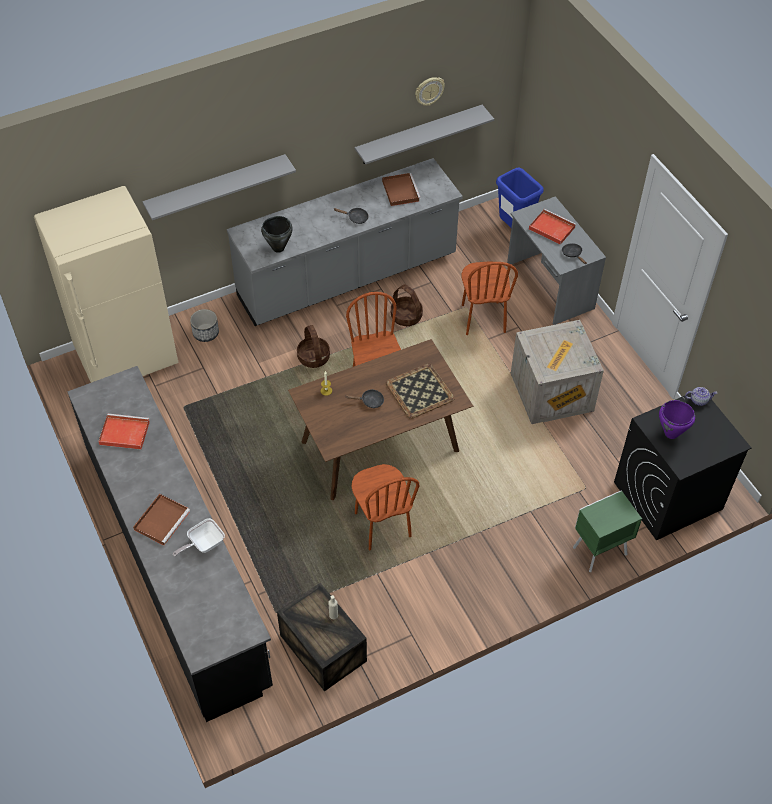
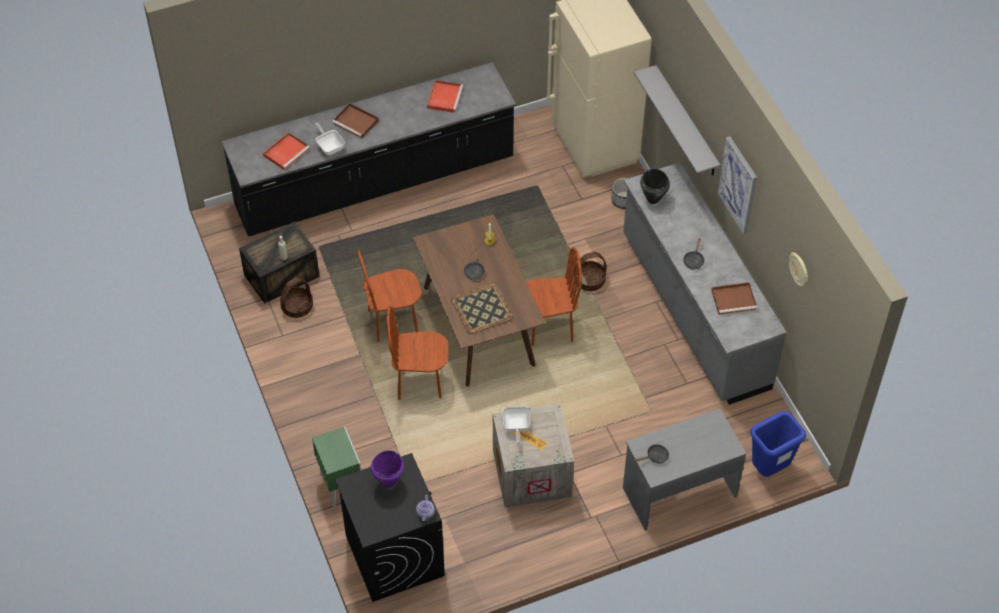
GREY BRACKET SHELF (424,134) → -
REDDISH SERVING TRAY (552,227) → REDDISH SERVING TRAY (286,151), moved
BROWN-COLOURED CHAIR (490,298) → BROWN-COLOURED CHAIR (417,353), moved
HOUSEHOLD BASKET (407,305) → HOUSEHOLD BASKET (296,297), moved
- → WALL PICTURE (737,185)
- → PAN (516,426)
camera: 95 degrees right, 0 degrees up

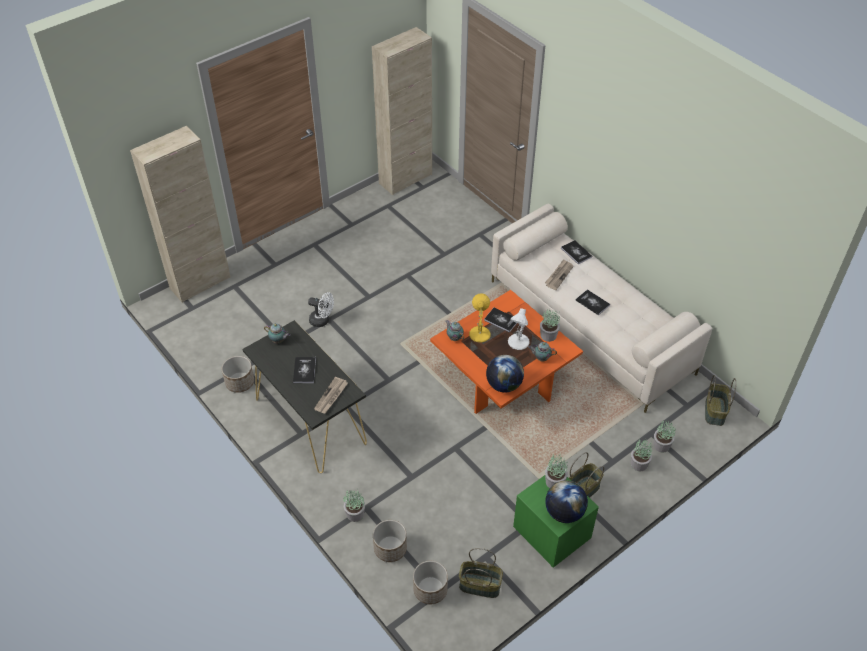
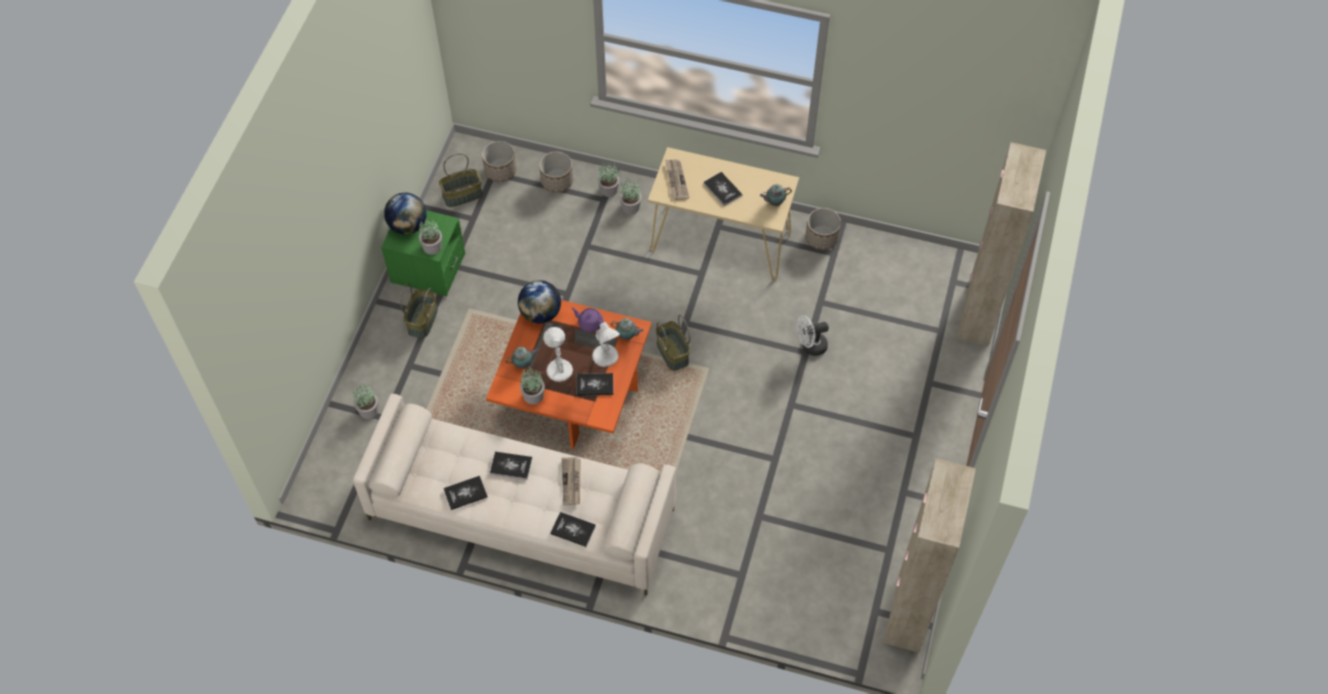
YELLOWISH TABLE LAMP (480,318) → WHITE TABLE LAMP (606,344)
BLACKISH NARROW TABLE (304,396) → SAND-COLOURED NARROW TABLE (723,214)
HOUSEHOLD BASKET (720,400) → HOUSEHOLD BASKET (673,343), moved
PLANT IN A POT (641,455) → PLANT IN A POT (631,196), moved
- → PURPLE-COLOURED TEA POT (587,320)
- → VOLUME (465,493)
camera: 145 degrees right, 10 degrees up

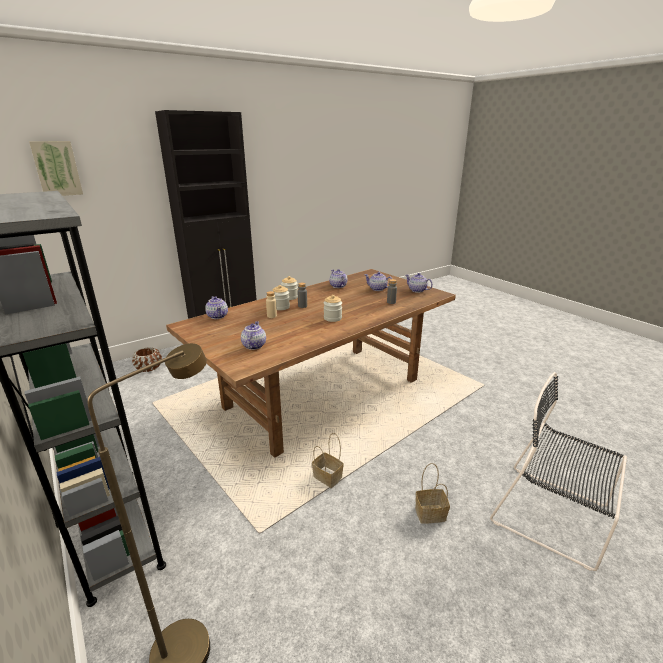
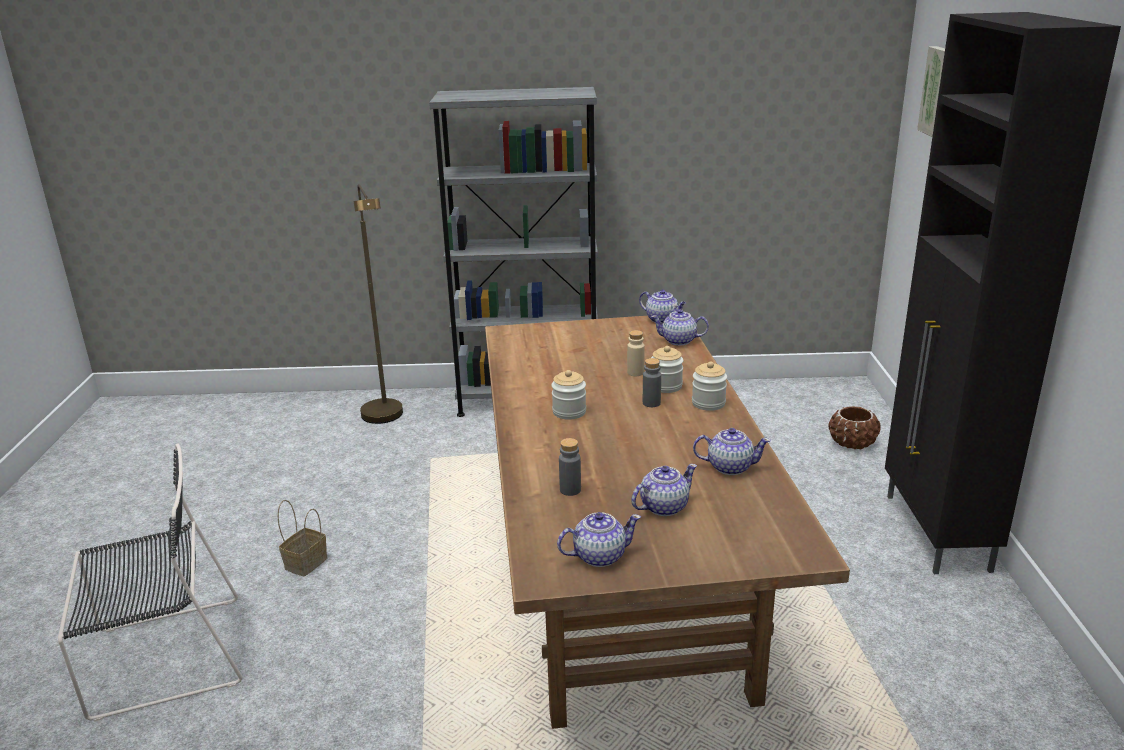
TEA POT (253,335) → TEA POT (662,306), moved
HOUSEHOLD BASKET (328,460) → -
camera: 125 degrees right, 0 degrees up

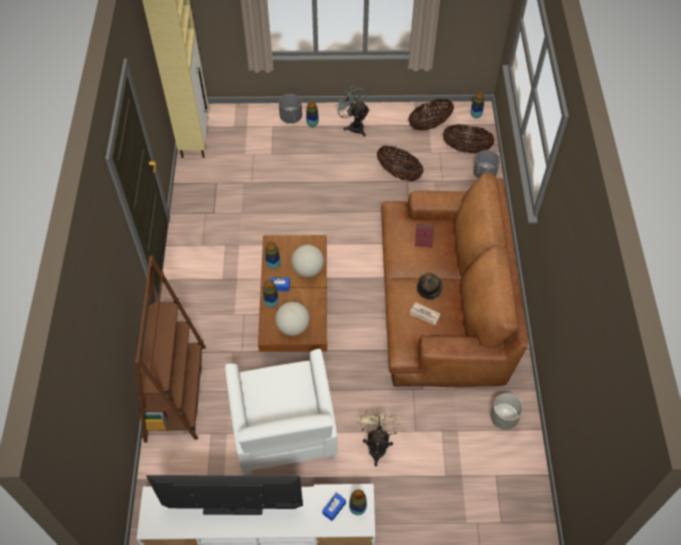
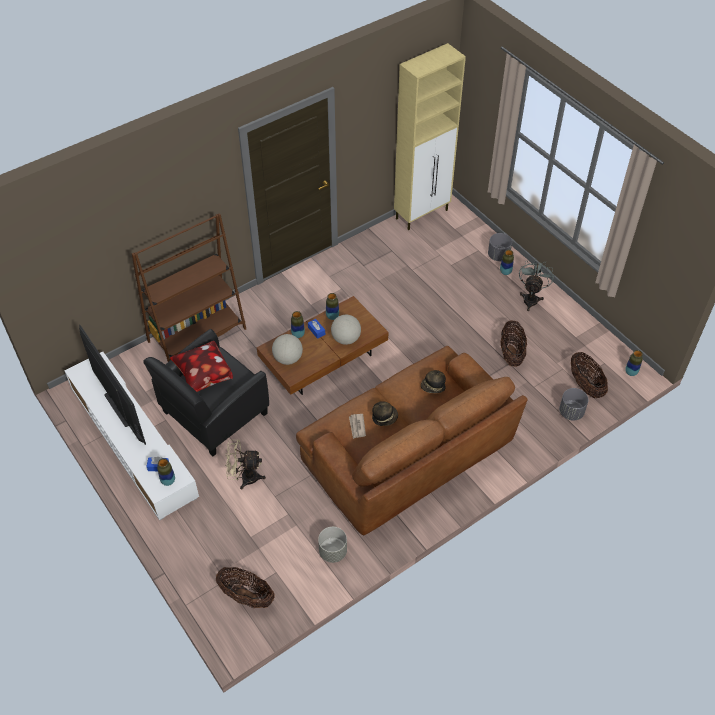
HOUSEHOLD BASKET (431,115) → HOUSEHOLD BASKET (245,587), moved
REDDISH VOLUME (424,236) → CLOTHING HAT (433,381)
WHITE ARMCHAIR (281,412) → BLACKISH ARMCHAIR (206,392)
SAND-COLOURED FAN (379,437) → SAND-COLOURED FAN (245,465), 150 degrees counterclockwise
- → CUSHION (201,366)
camera: 55 degrees right, 5 degrees down

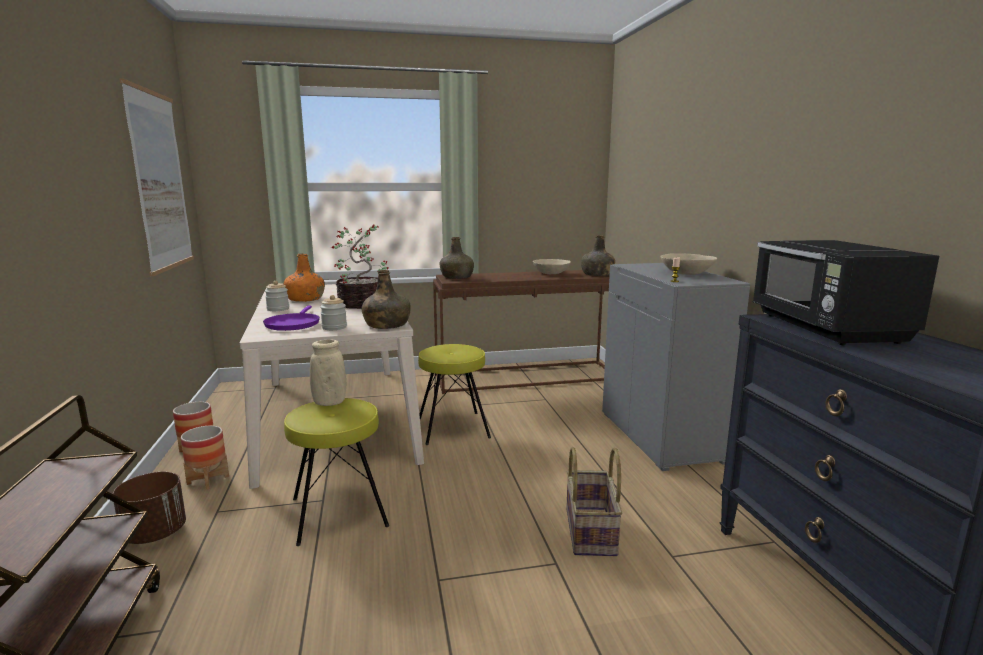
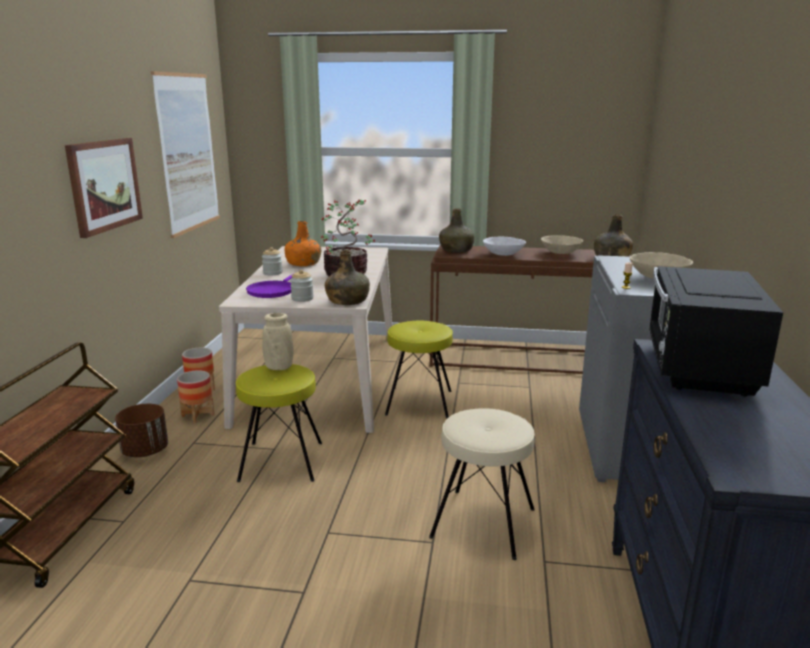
HOUSEHOLD BASKET (594,501) → SAND-COLOURED STOOL (482,484)
- → WALL PICTURE (104,188)
- → WHITE BOWL (504,246)
camera: 20 degrees right, 5 degrees up

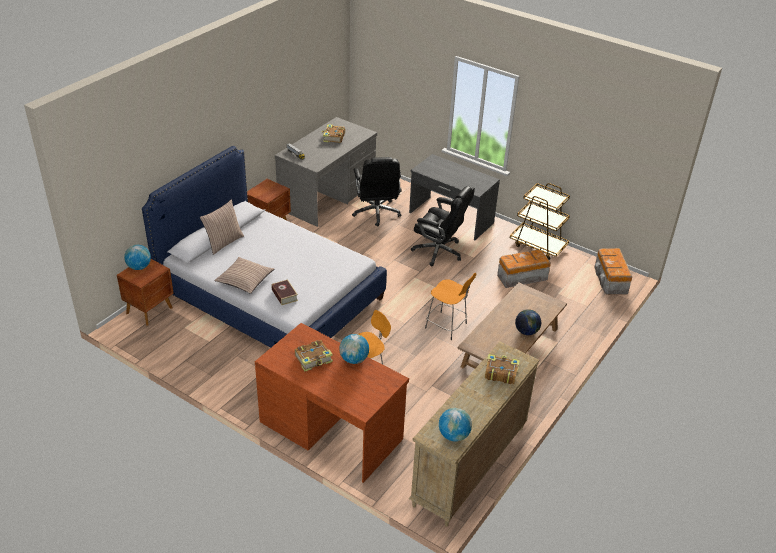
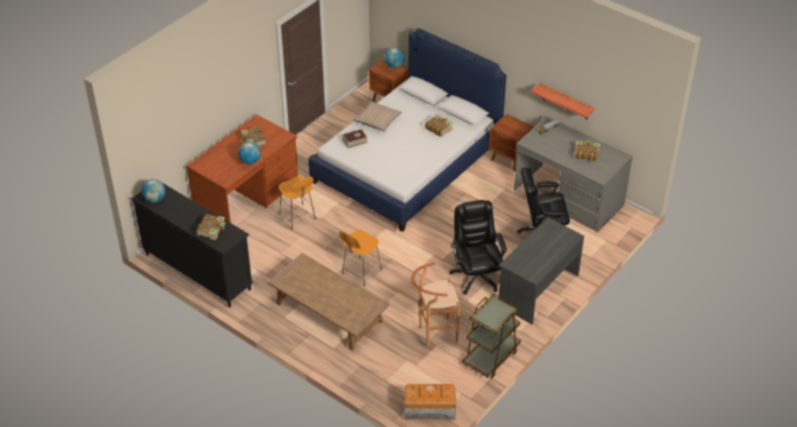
BLACKISH COMPUTER CHAIR (443,226) → BLACKISH COMPUTER CHAIR (478,247), 135 degrees clockwise
CUSHION (222,227) → -
STORAGE BIN (524,269) → BROWN-COLOURED STOOL (436,304)
WORLD GLOBE (528,322) → -
SAND-COLOURED DRAWER CHEST (474,434) → BLACKISH DRAWER CHEST (192,245)
- → BRACKET SHELF (563,101)
- → VOLUME (439,125)
camera: 95 degrees right, 5 degrees up

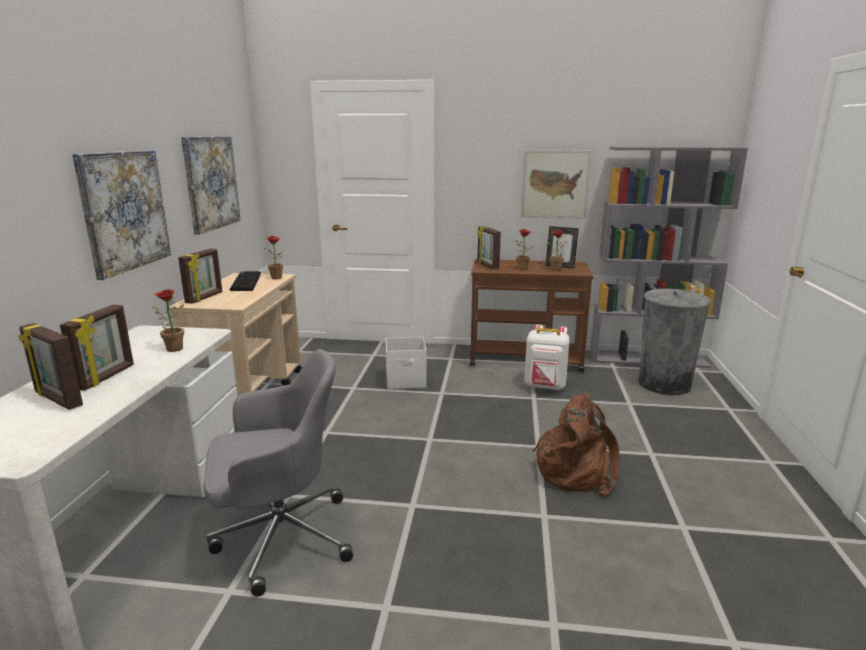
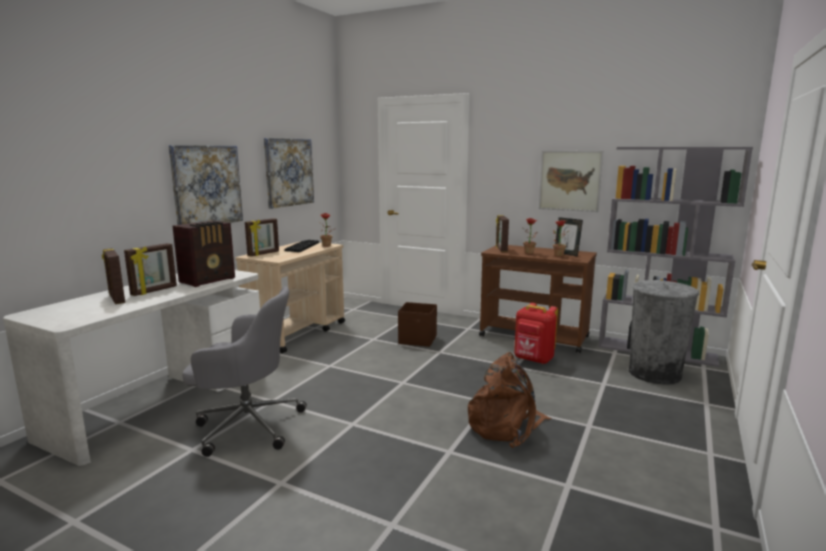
PLANT IN A POT (168,320) → RADIO (204,254)
WHITE KNAPSACK (547,357) → REDDISH KNAPSACK (536,333)
WHITE STORAGE BIN (406,363) → BROWN-COLOURED STORAGE BIN (417,324)
camera: 20 degrees right, 5 degrees down

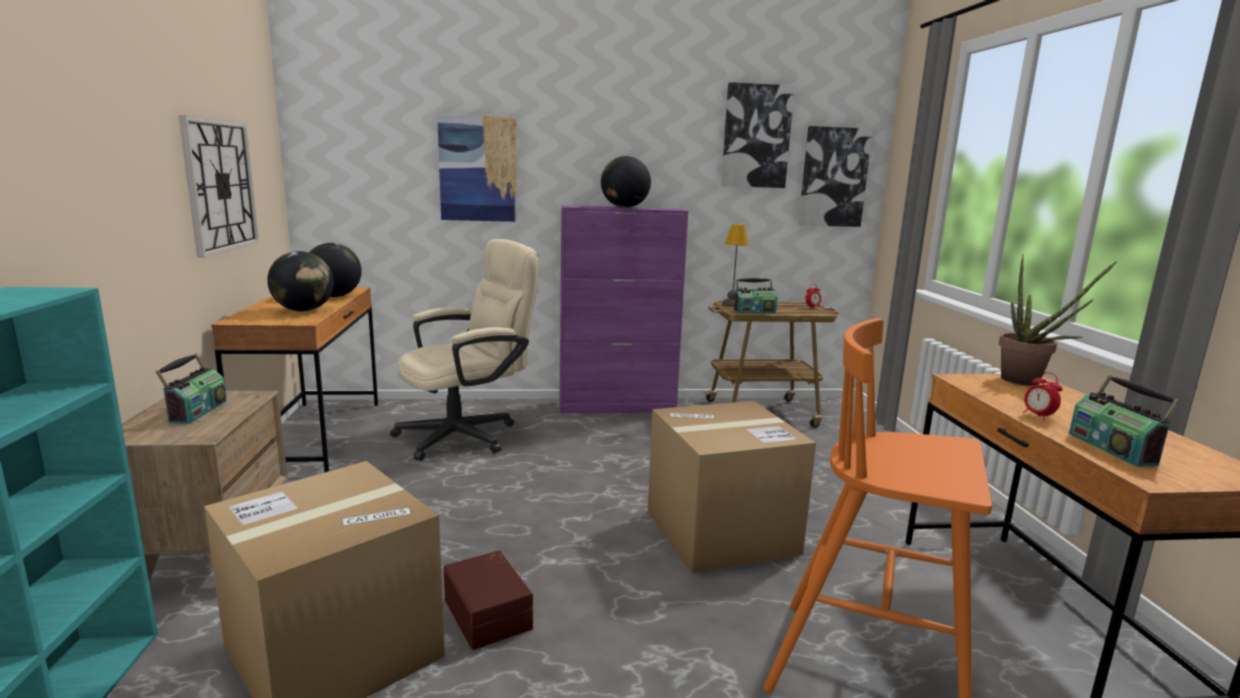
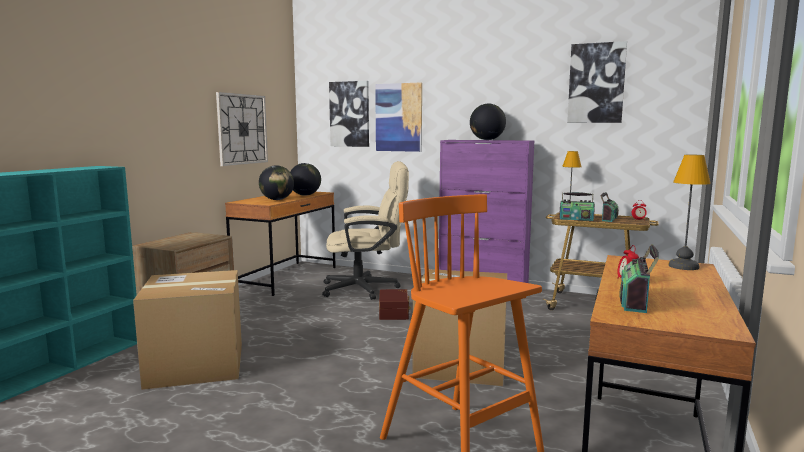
WALL PICTURE (835,176) → WALL PICTURE (349,114), moved
PLANT IN A POT (1058,320) → TABLE LAMP (689,212)
RADIO (191,389) → RADIO (610,207), moved
BROWN-COLOURED STORAGE BIN (488,600) → BROWN-COLOURED STORAGE BIN (395,304), moved
camera: 30 degrees right, 5 degrees down

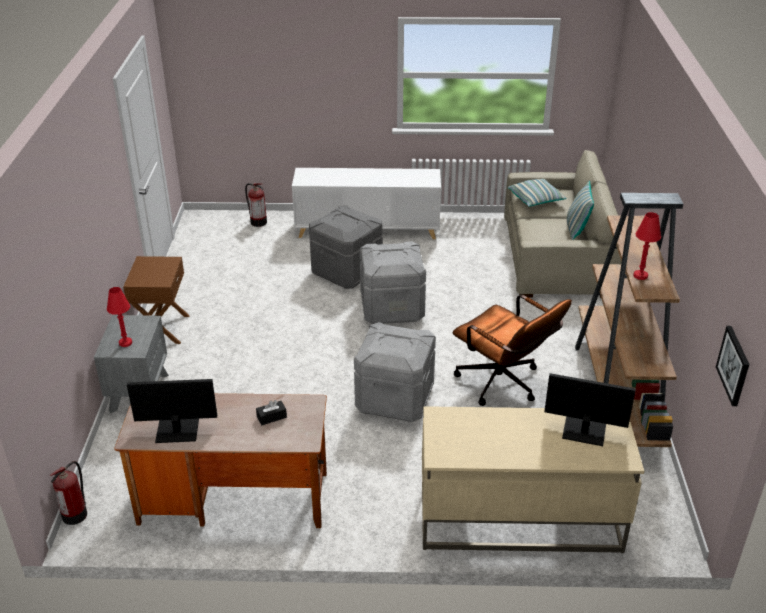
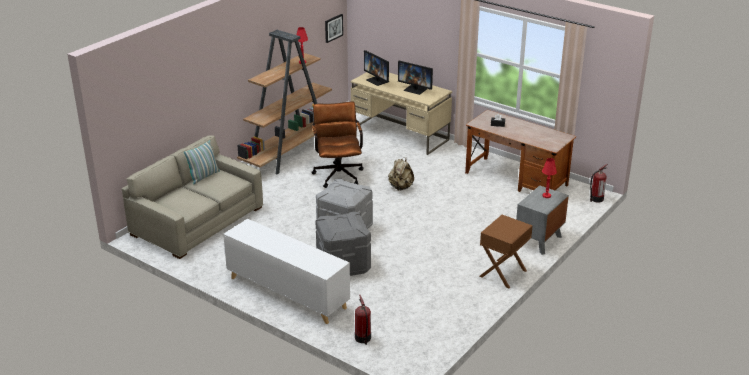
CUSHION (537,193) → -
GREY STORAGE BIN (395,372) → SAND-COLOURED KNAPSACK (401,174)
MONITOR (172,411) → MONITOR (415,78), moved
camera: 145 degrees left, 5 degrees down

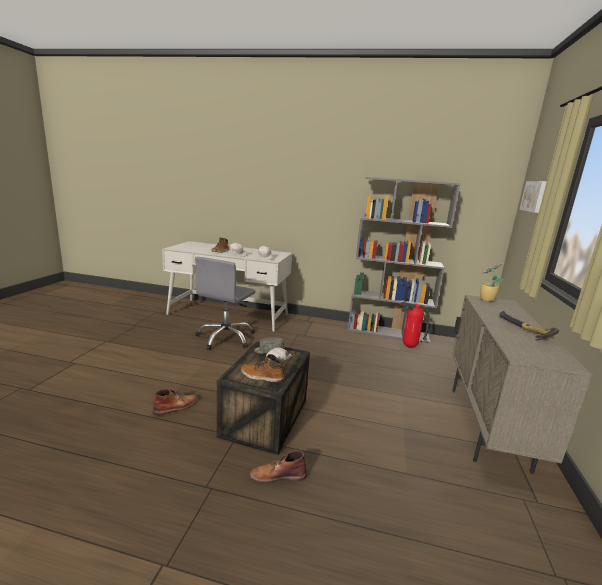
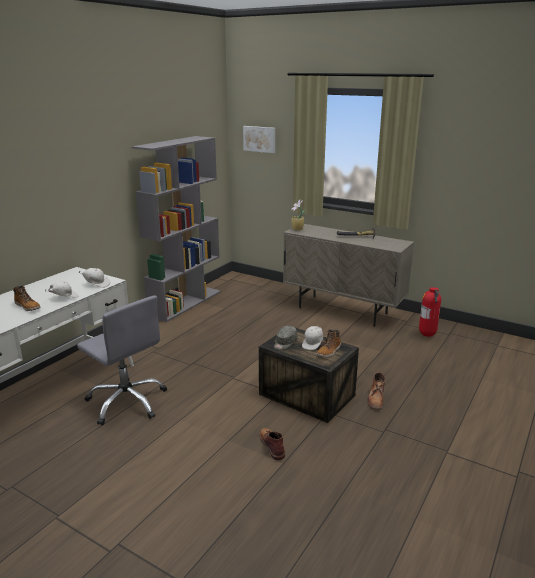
EXTINGUISHER (415,325) → EXTINGUISHER (430,312), moved
camera: 70 degrees left, 5 degrees up

